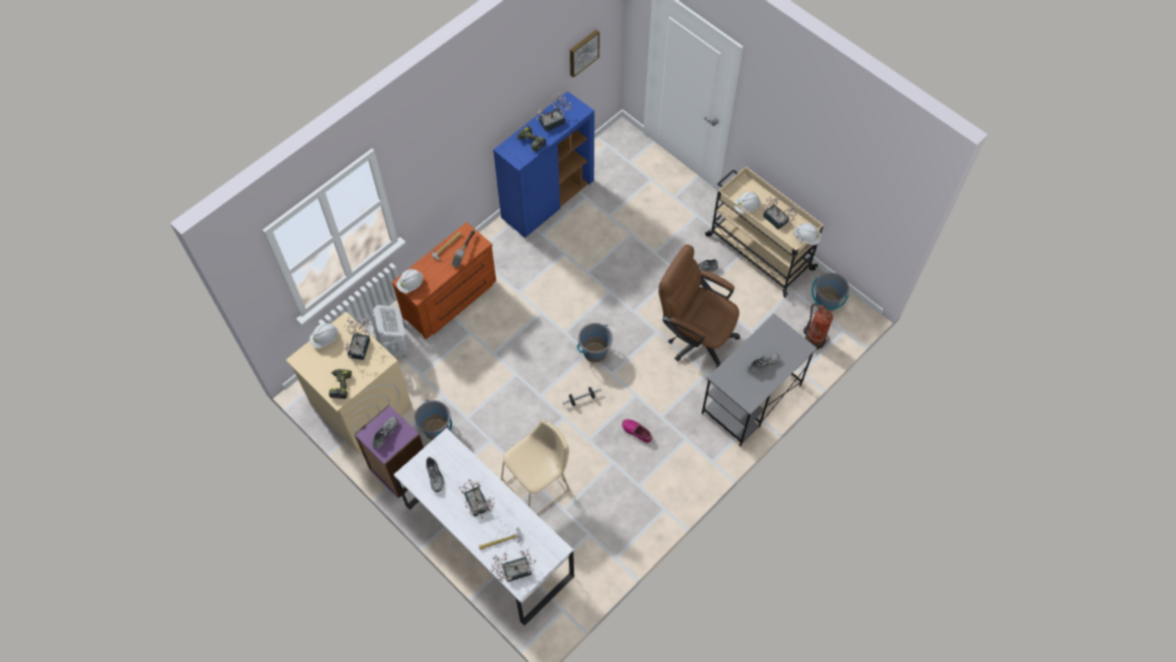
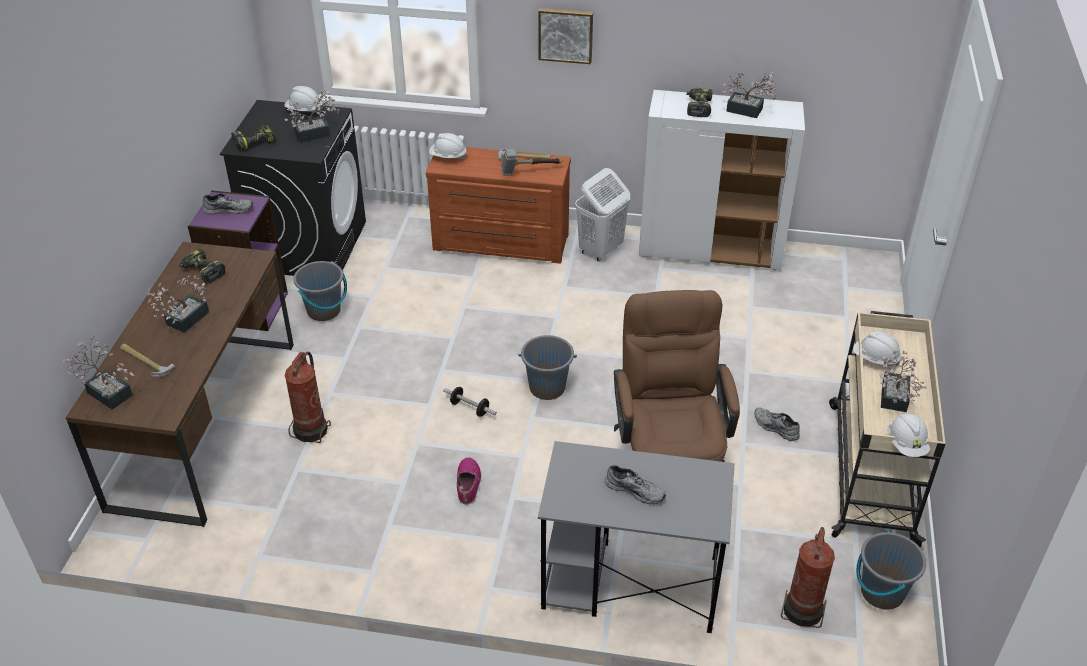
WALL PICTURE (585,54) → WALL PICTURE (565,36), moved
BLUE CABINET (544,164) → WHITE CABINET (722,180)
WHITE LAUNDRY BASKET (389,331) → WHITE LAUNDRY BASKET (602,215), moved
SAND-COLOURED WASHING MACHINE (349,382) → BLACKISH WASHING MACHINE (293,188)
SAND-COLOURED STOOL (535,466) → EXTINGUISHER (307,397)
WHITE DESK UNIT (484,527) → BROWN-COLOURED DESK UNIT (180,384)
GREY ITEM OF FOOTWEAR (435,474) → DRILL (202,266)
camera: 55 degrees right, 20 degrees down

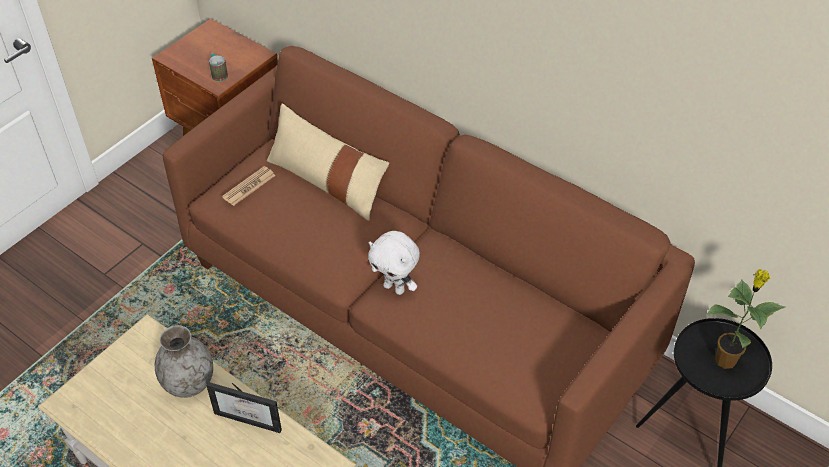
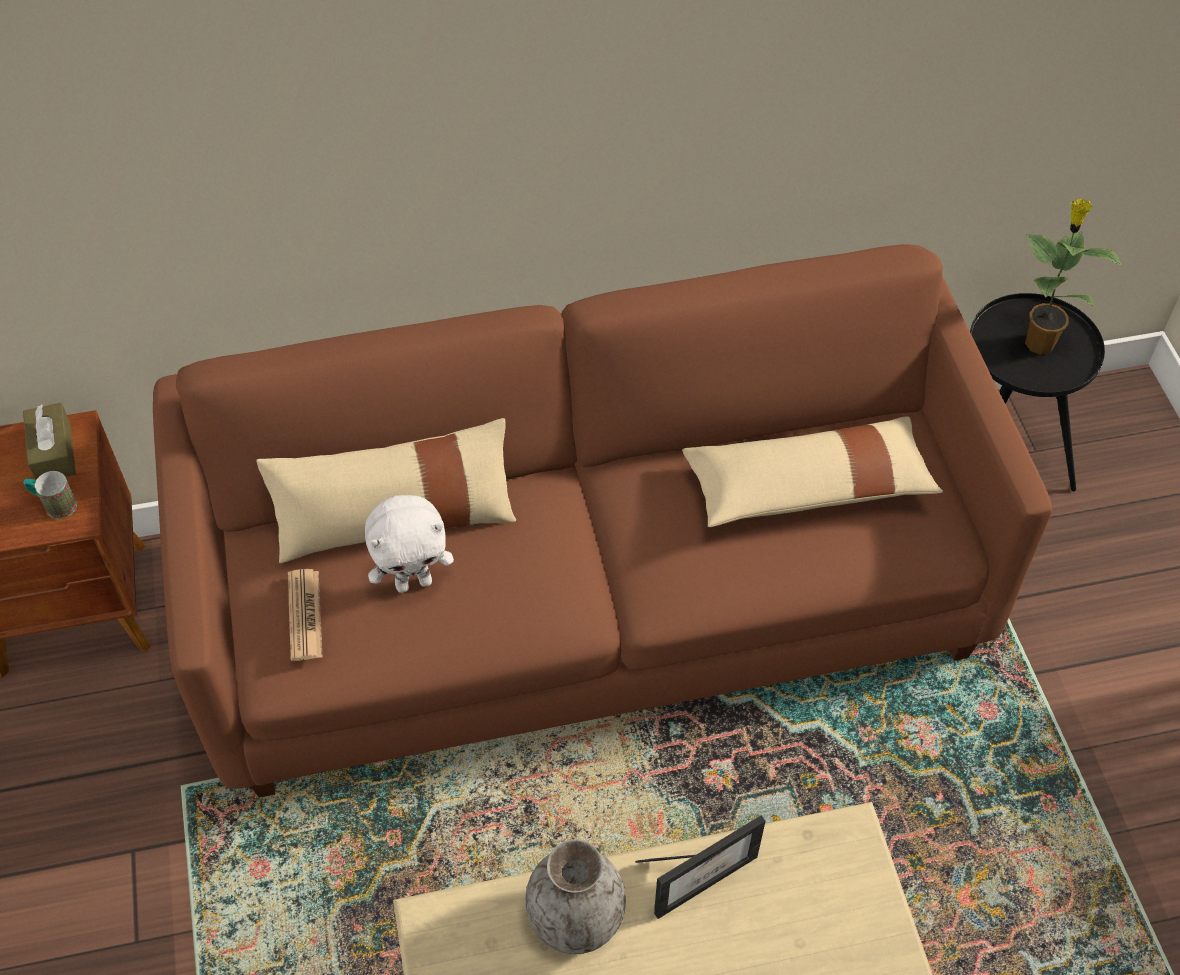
WHITE SOFT TOY (394,263) → WHITE SOFT TOY (409,544), moved
- → BROWN-COLOURED BOX OF TISSUES (49,441)
- → SAND-COLOURED CUSHION (812,471)
camera: 50 degrees left, 5 degrees up

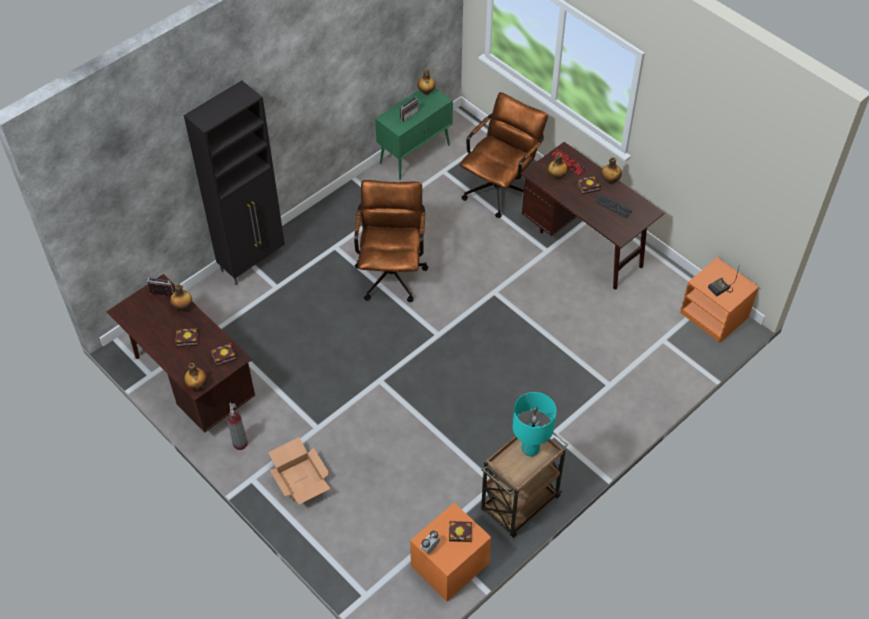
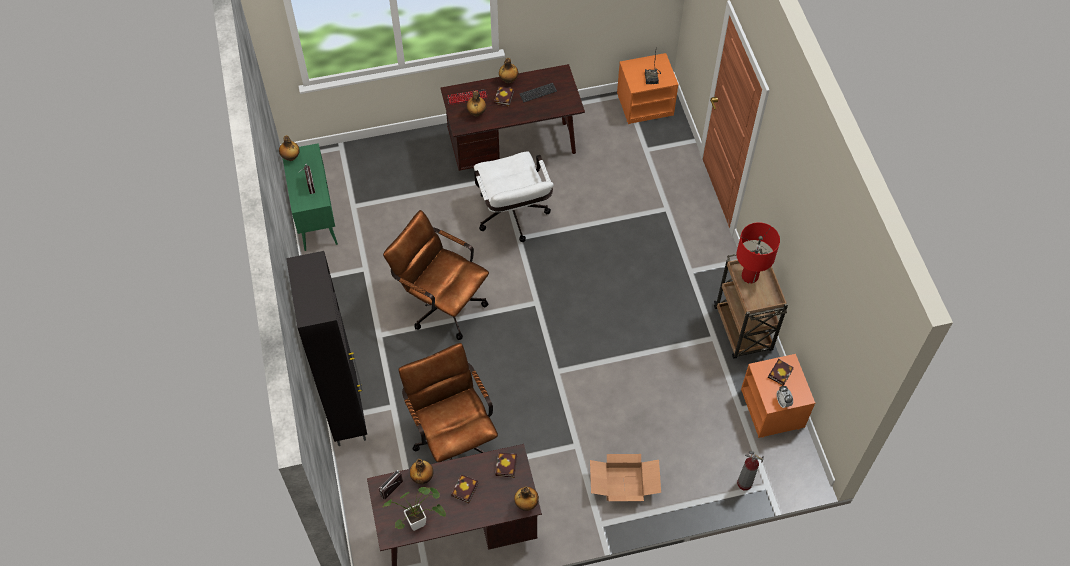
BROWN-COLOURED COMPUTER CHAIR (504,155) → BROWN-COLOURED COMPUTER CHAIR (448,402), moved
TURQUOISE-COLOURED TABLE LAMP (534,424) → REDDISH TABLE LAMP (758,253)
EXTINGUISHER (237,426) → EXTINGUISHER (750,470), moved
- → WHITE COMPUTER CHAIR (514,196)
- → PLANT IN A POT (414,509)
camera: 60 degrees left, 5 degrees up

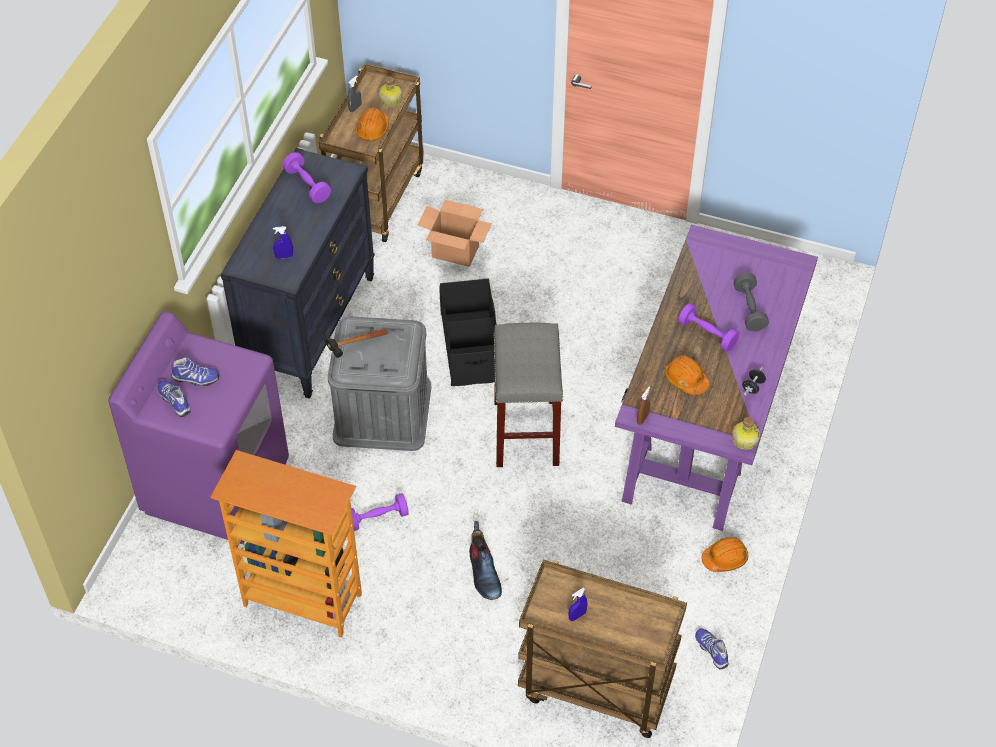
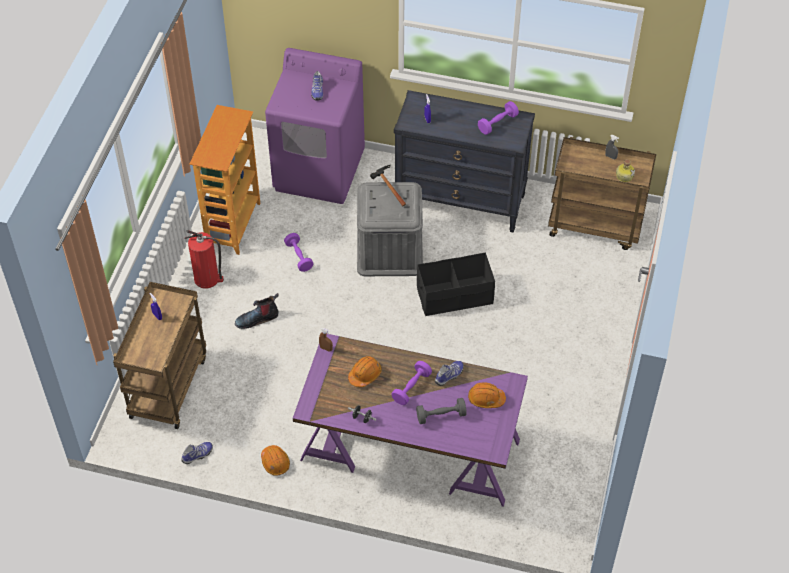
ORANGE SAFETY HELMET (372,124) → ORANGE SAFETY HELMET (487,395), moved
CARTON (455,233) → -
GREY STOOL (528,395) → -
ITEM OF FOOTWEAR (174,398) → ITEM OF FOOTWEAR (449,373), moved
BEVERAGE BOTTLE (746,433) → -
- → EXTINGUISHER (204,259)
camera: 85 degrees right, 0 degrees up

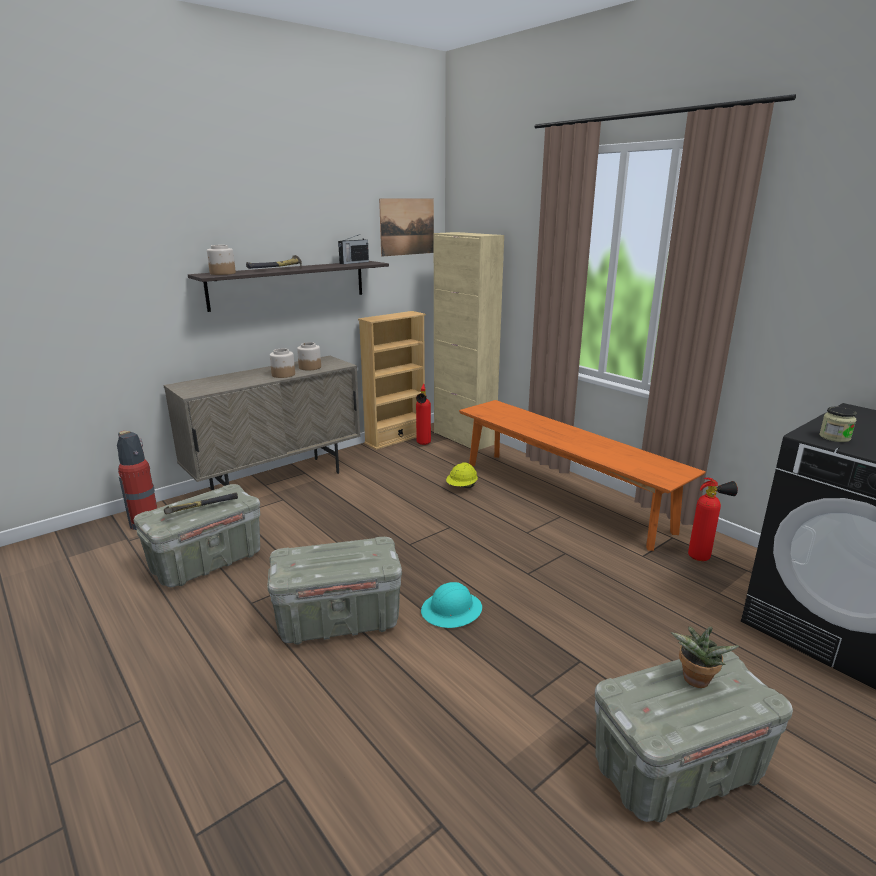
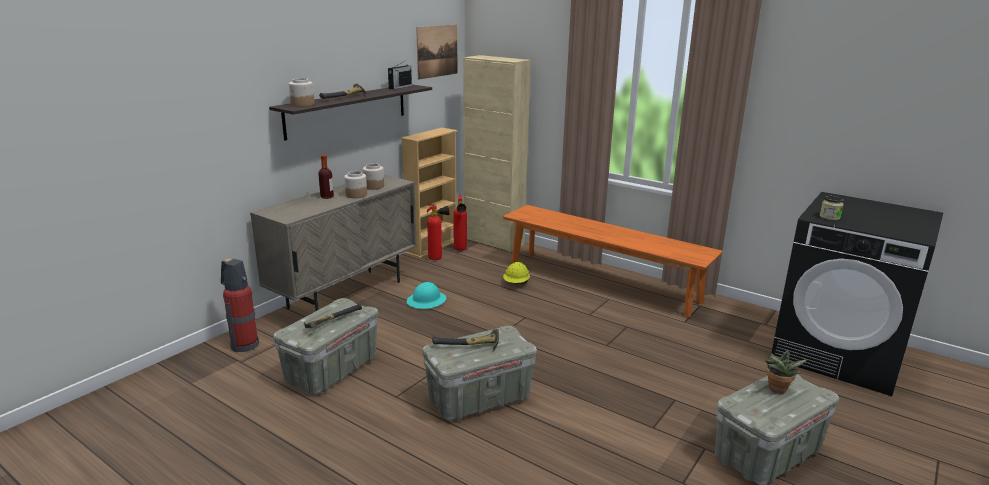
EXTINGUISHER (713,519) → EXTINGUISHER (438,232), moved
TURQUOISE-COLOURED SAFETY HELMET (451,605) → TURQUOISE-COLOURED SAFETY HELMET (426,295), moved
- → BEVERAGE BOTTLE (326,177)
- → HAND HAMMER (465,340)
camera: 15 degrees left, 0 degrees up

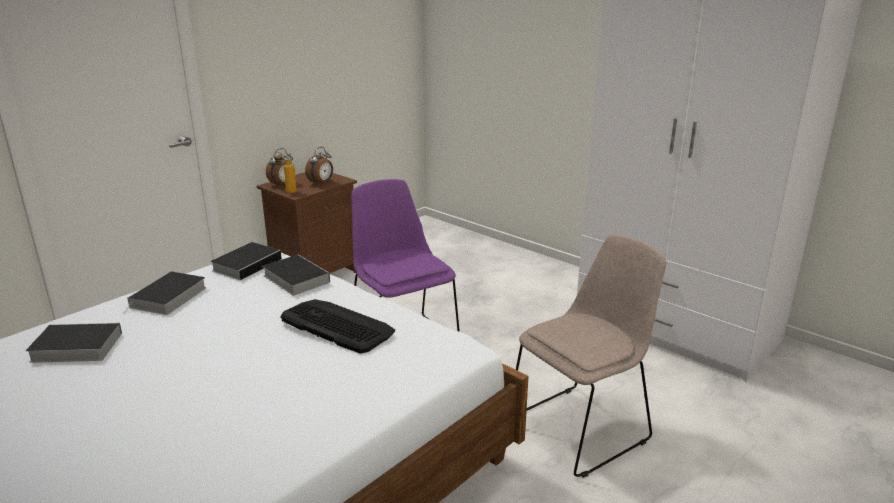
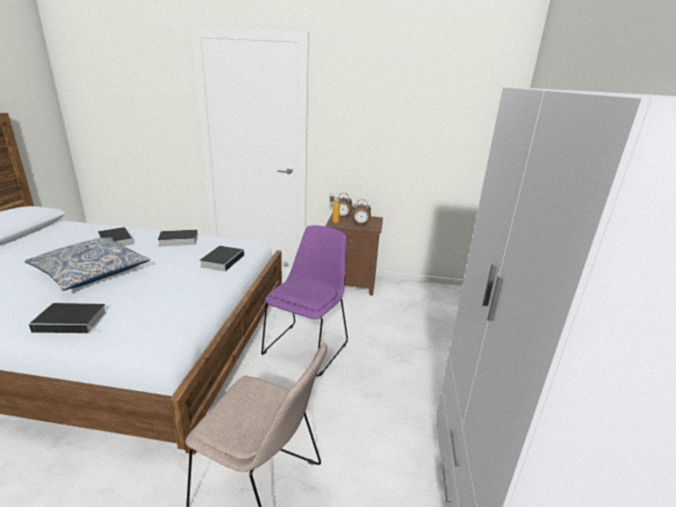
VOLUME (247,261) → VOLUME (68,318), moved
KEYBOARD (337,326) → -
- → CUSHION (87,263)
camera: 55 degrees right, 0 degrees up

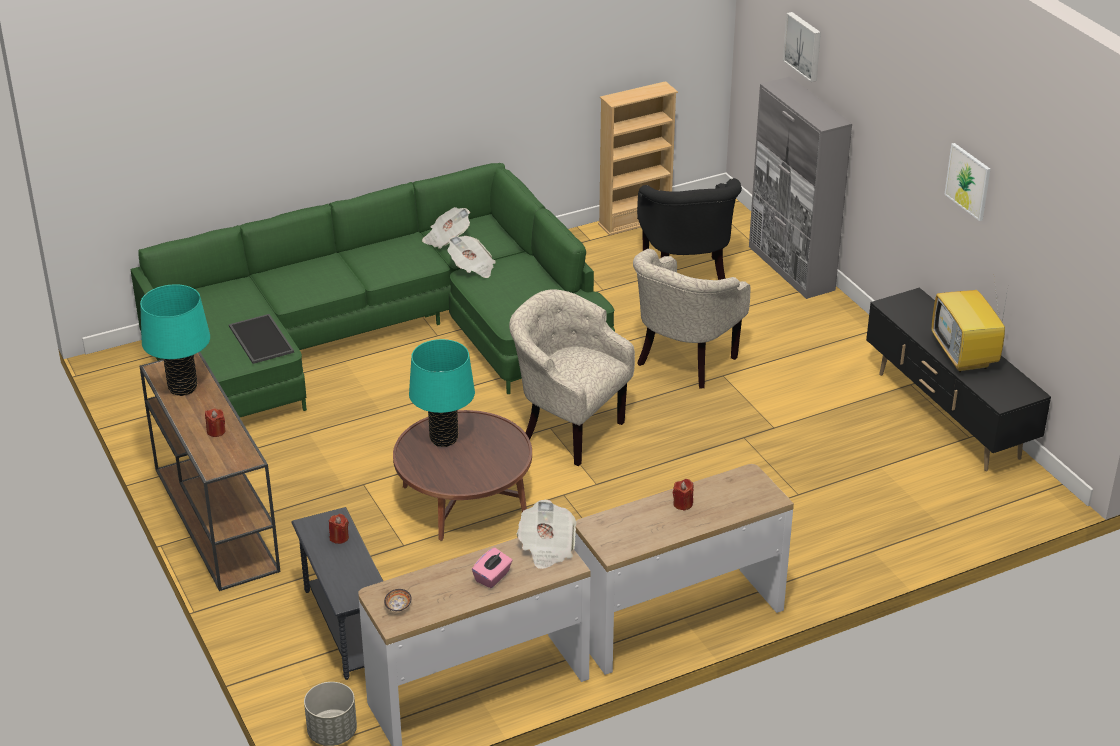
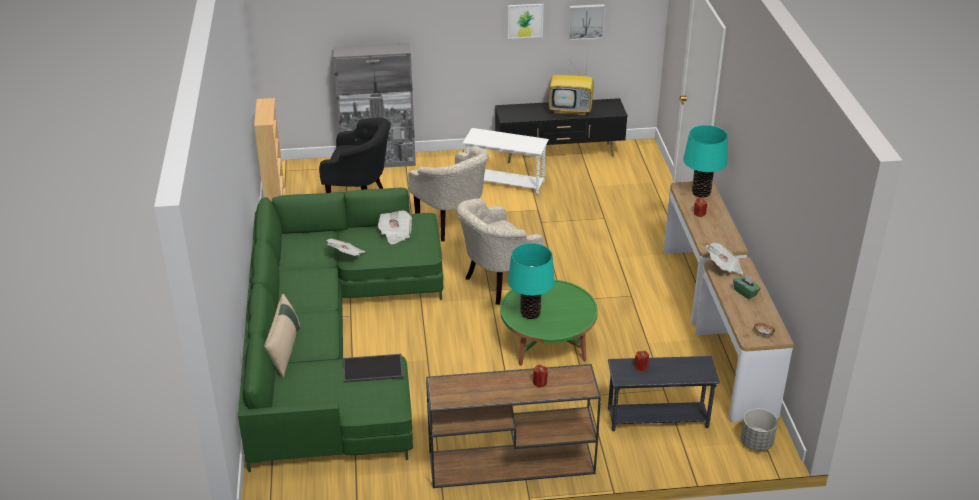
WALL PICTURE (802,47) → WALL PICTURE (586,22), moved
NEWSPAPER (446,228) → NEWSPAPER (395,227), moved
TURQUOISE-COLOURED TABLE LAMP (175,340) → TURQUOISE-COLOURED TABLE LAMP (705,161), moved
BROWN-COLOURED LOUNGE TABLE (462,475) → GREEN-COLOURED LOUNGE TABLE (549,323)
PINK BOX OF TISSUES (492,568) → GREEN-COLOURED BOX OF TISSUES (747,286)
- → WHITE ACCENT TABLE (506,161)
- → SAND-COLOURED CUSHION (282,336)
camera: 70 degrees left, 0 degrees up

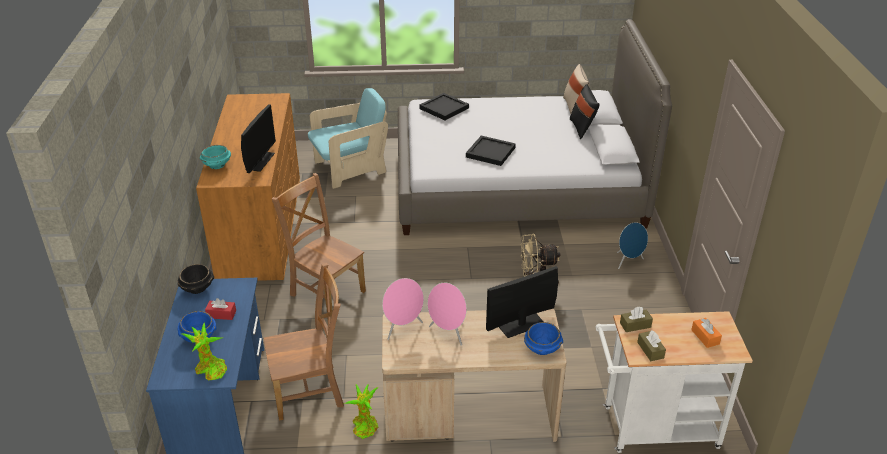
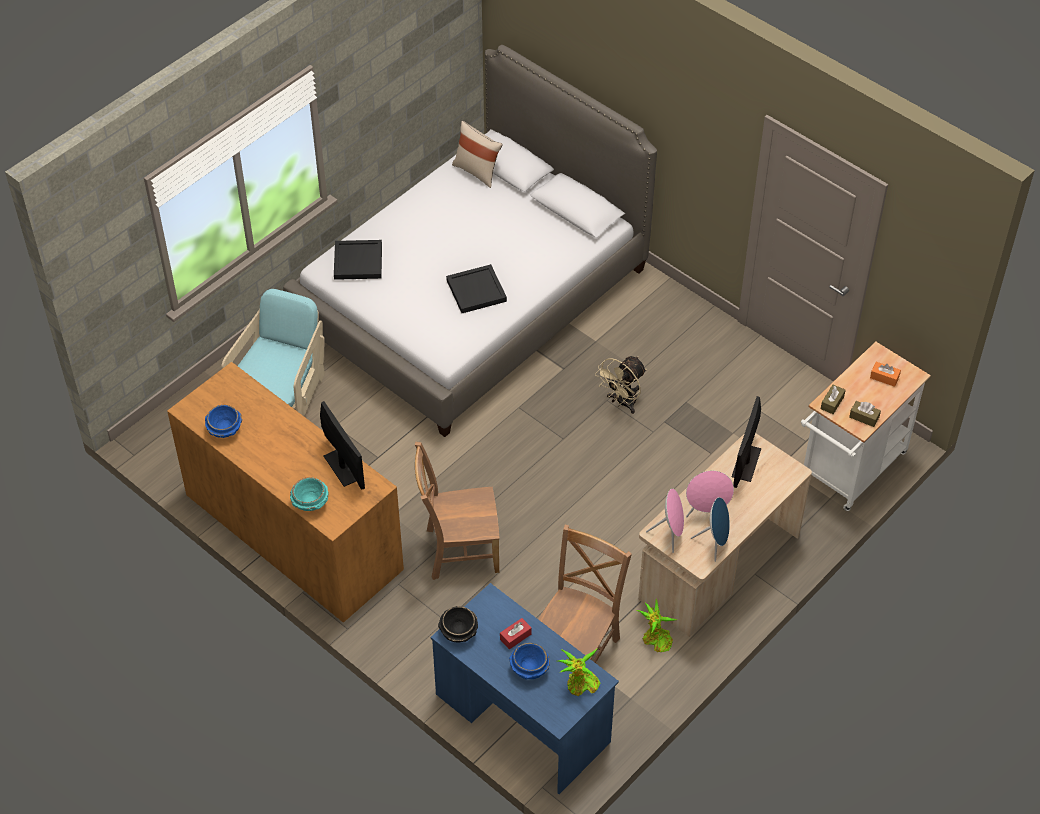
BLACKISH CUSHION (585,111) → -
BLUE LOUDSPEAKER (632,245) → BLUE LOUDSPEAKER (710,529), moved
BLUE BOWL (543,338) → BLUE BOWL (223,421), moved
camera: 45 degrees left, 15 degrees up

